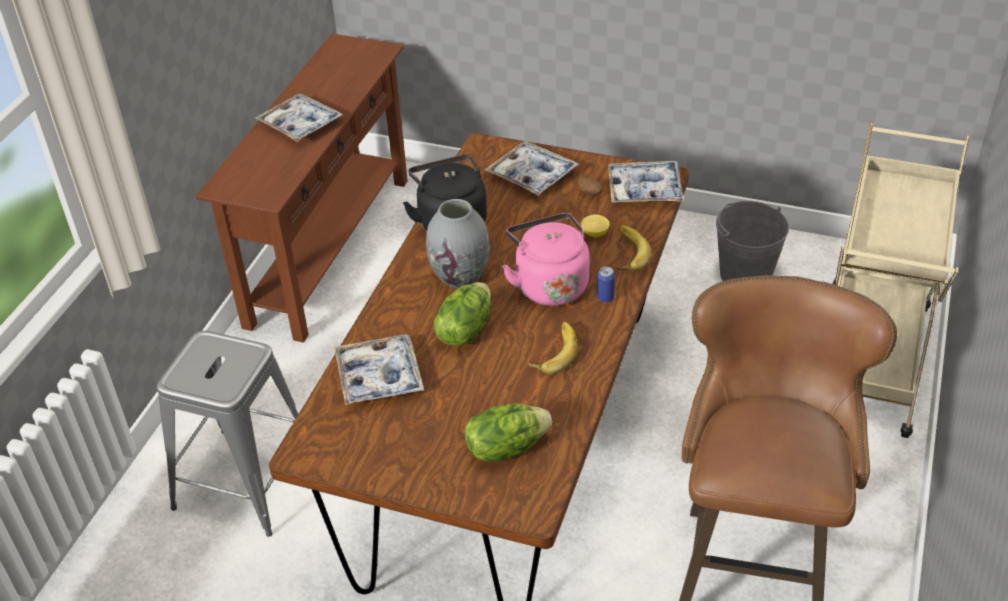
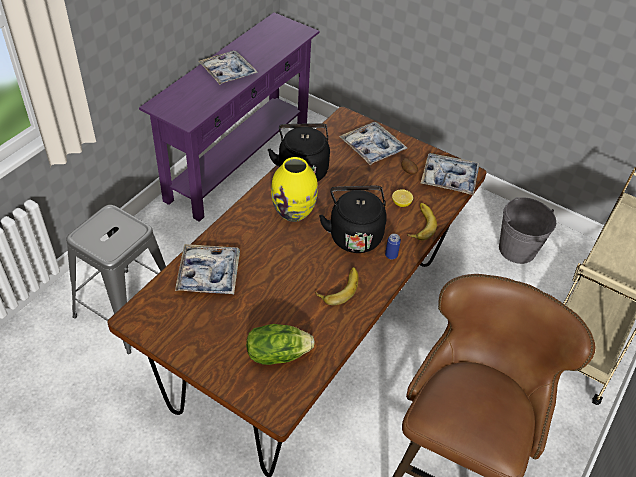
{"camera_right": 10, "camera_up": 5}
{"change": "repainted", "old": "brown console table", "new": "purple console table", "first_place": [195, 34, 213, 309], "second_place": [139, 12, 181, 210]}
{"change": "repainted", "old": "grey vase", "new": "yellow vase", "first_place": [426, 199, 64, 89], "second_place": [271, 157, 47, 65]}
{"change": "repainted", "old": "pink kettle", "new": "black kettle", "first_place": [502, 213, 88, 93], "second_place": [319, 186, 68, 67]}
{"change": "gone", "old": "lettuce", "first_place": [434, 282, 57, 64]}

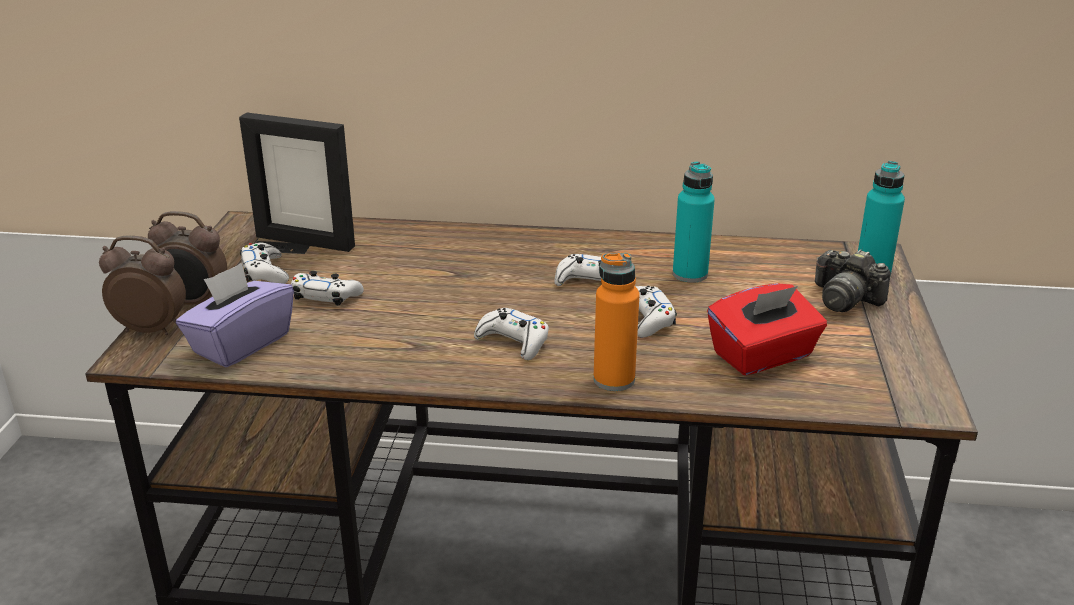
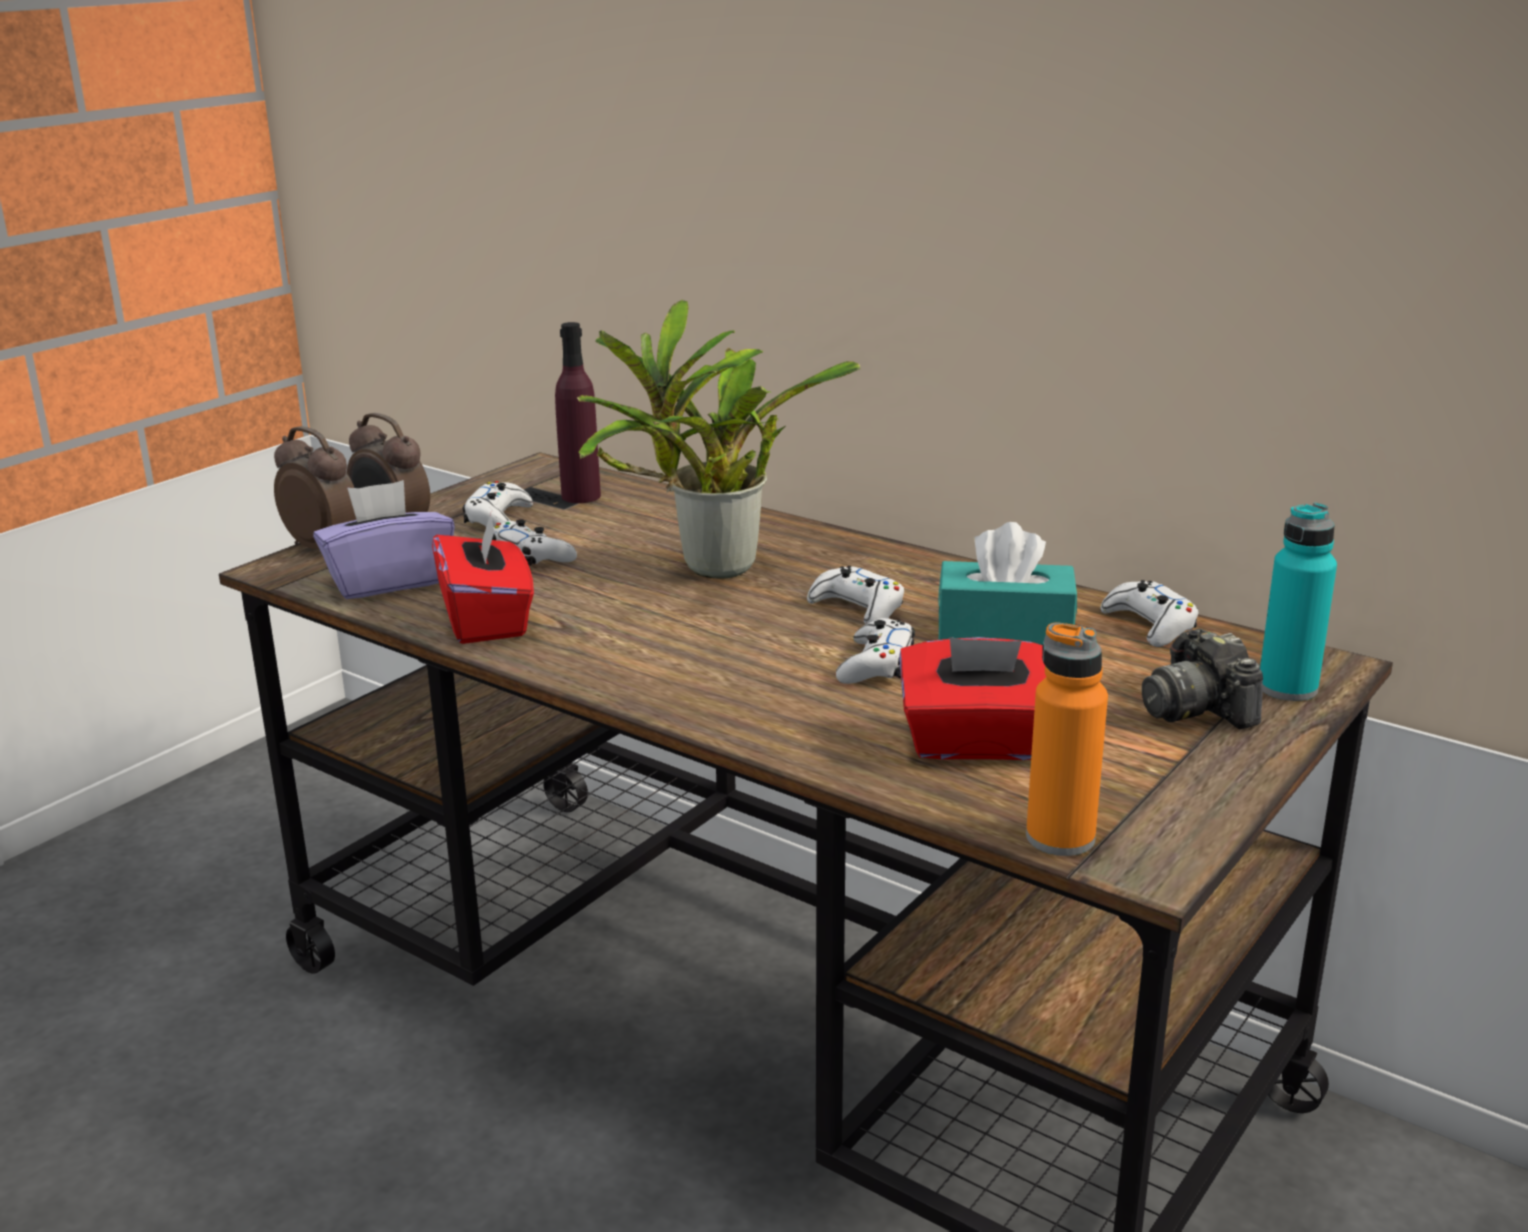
{"camera_right": 30, "camera_up": -5}
{"change": "new", "new": "red tissue box", "second_place": [432, 513, 102, 131]}
{"change": "swapped", "old": "picture frame", "new": "purple bottle", "first_place": [239, 113, 116, 139], "second_place": [555, 322, 46, 181]}
{"change": "new", "new": "potted plant", "second_place": [577, 299, 283, 280]}
{"change": "swapped", "old": "turquoise bottle", "new": "turquoise tissue box", "first_place": [673, 161, 42, 122], "second_place": [938, 522, 139, 123]}
{"change": "shifted", "old": "orange bottle", "first_place": [593, 252, 47, 139], "second_place": [1026, 623, 82, 233]}
{"change": "shifted", "old": "white game controller", "first_place": [474, 308, 75, 52], "second_place": [1100, 580, 98, 67]}

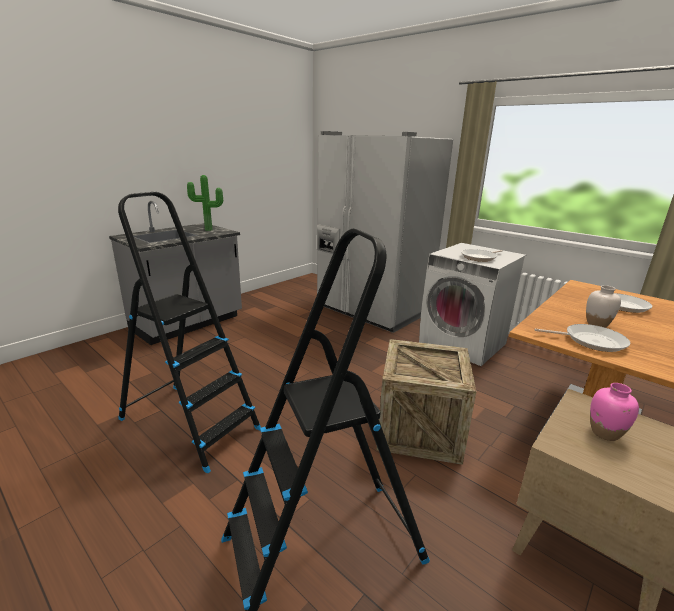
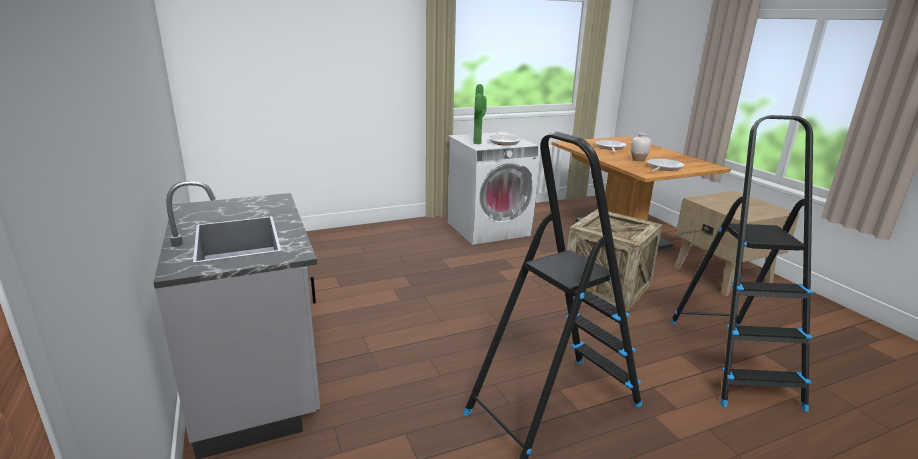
{"camera_right": -65, "camera_up": 0}
{"change": "shifted", "old": "potted plant", "first_place": [187, 175, 36, 56], "second_place": [473, 84, 14, 60]}
{"change": "gone", "old": "white fridge", "first_place": [317, 131, 136, 202]}
{"change": "gone", "old": "pink vase", "first_place": [590, 383, 49, 58]}

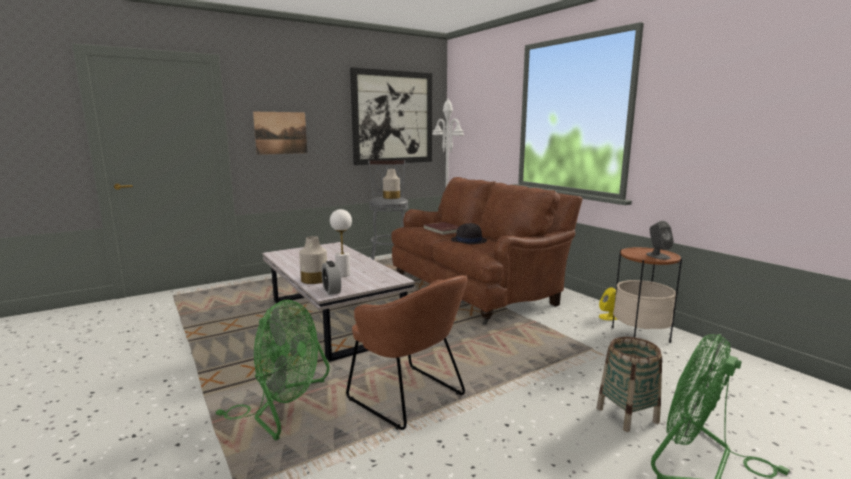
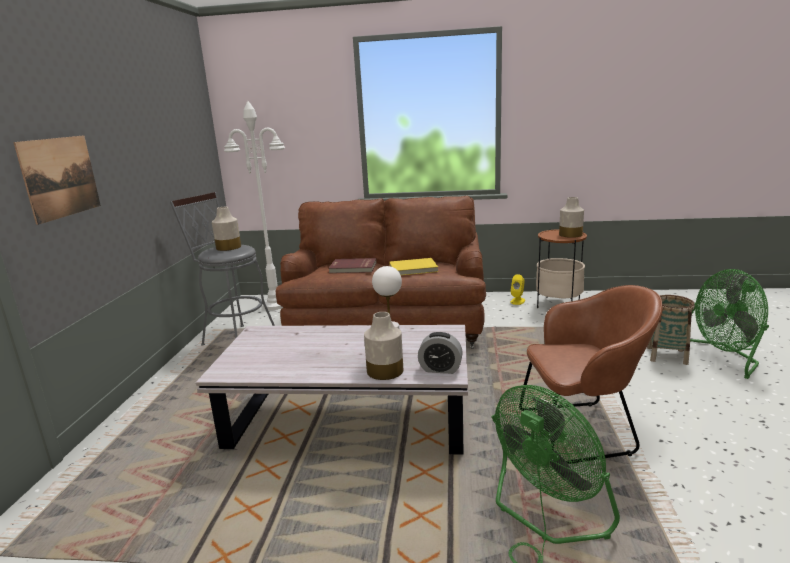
{"camera_right": -50, "camera_up": 5}
{"change": "swapped", "old": "black hat", "new": "yellow book", "first_place": [451, 223, 36, 21], "second_place": [389, 258, 49, 17]}
{"change": "swapped", "old": "grey speaker", "new": "beige vase", "first_place": [646, 221, 28, 39], "second_place": [559, 197, 25, 41]}
{"change": "gone", "old": "picture", "first_place": [350, 67, 82, 98]}

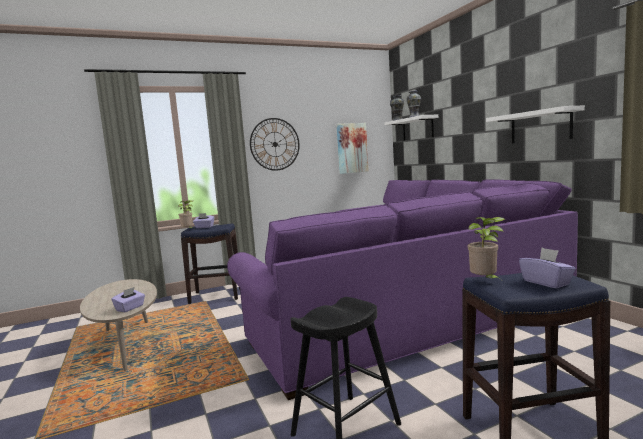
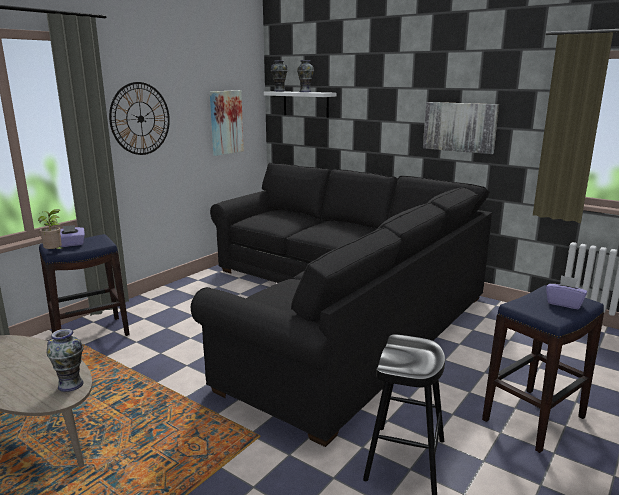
{"camera_right": -30, "camera_up": 10}
{"change": "swapped", "old": "purple tissue box", "new": "vase", "first_place": [111, 287, 34, 25], "second_place": [46, 329, 38, 63]}
{"change": "repainted", "old": "purple sofa", "new": "black sofa", "first_place": [227, 179, 351, 221], "second_place": [191, 163, 301, 284]}
{"change": "swapped", "old": "white shelf", "new": "picture", "first_place": [486, 106, 99, 37], "second_place": [423, 102, 76, 52]}
{"change": "gone", "old": "potted plant", "first_place": [468, 217, 38, 61]}

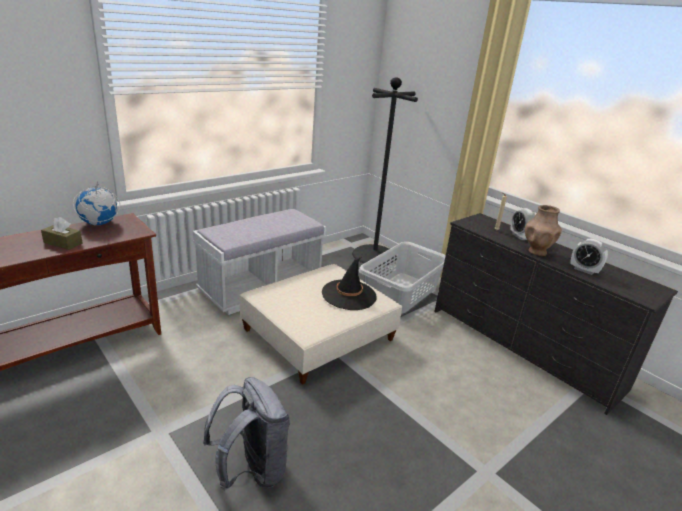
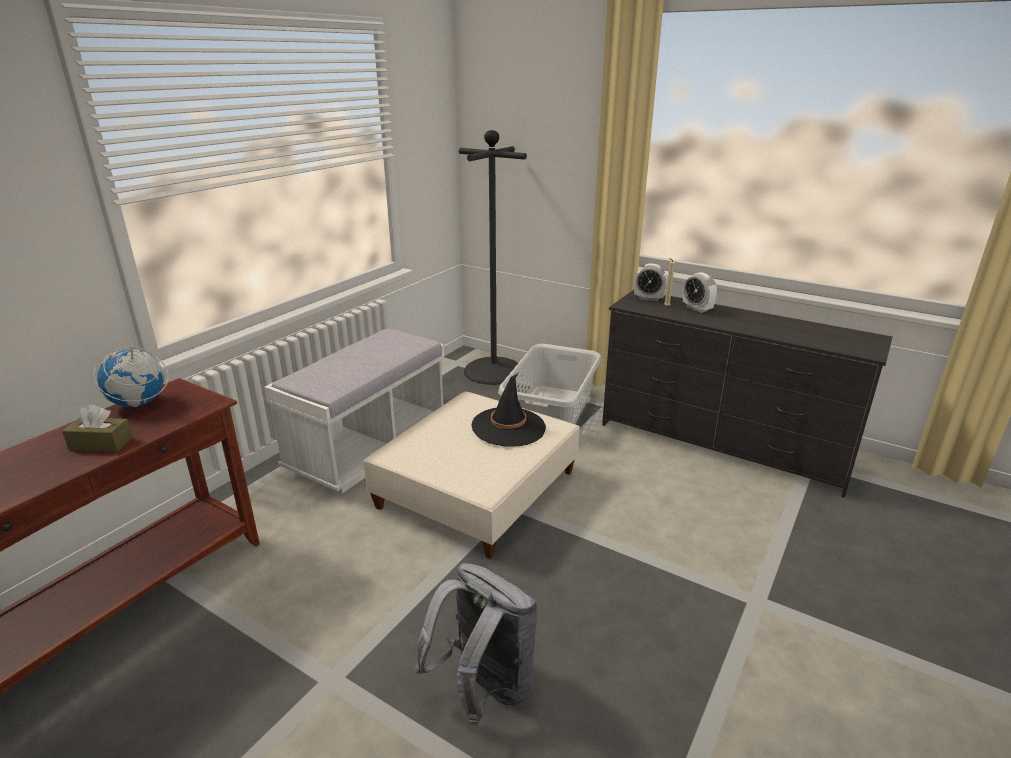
{"camera_right": -15, "camera_up": 0}
{"change": "shifted", "old": "alarm clock", "first_place": [570, 239, 38, 36], "second_place": [634, 263, 34, 38]}
{"change": "gone", "old": "brown vase", "first_place": [525, 205, 37, 51]}

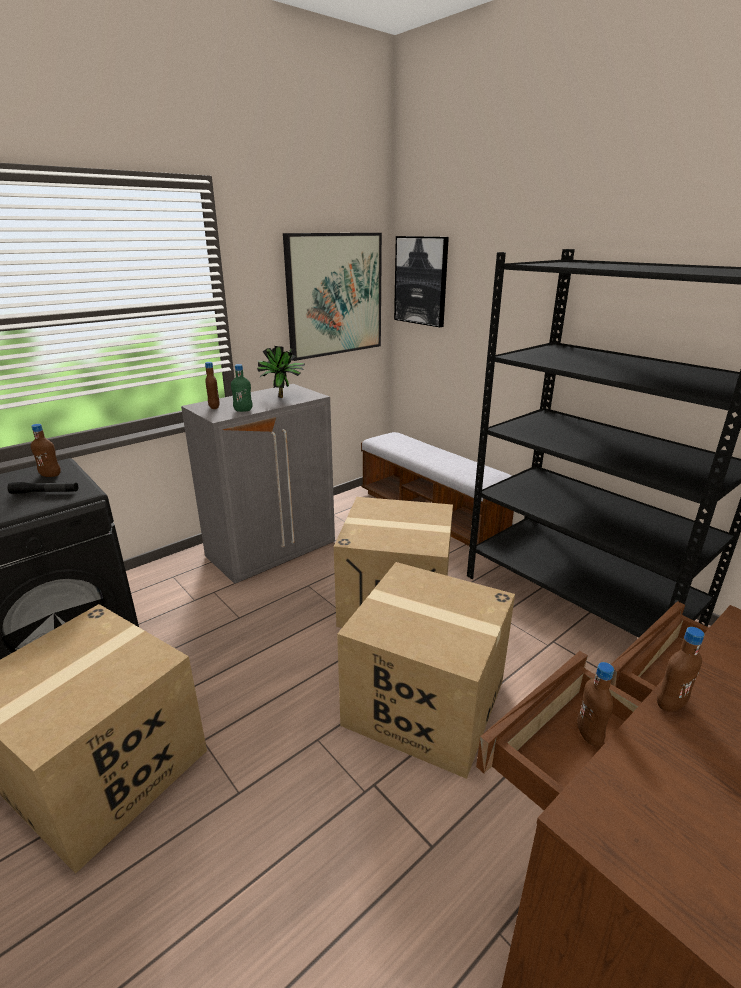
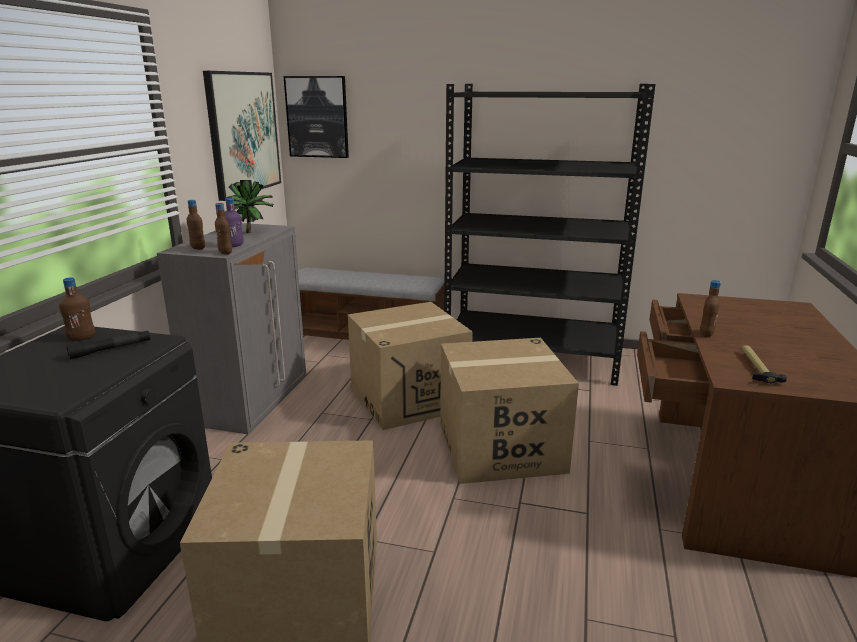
{"camera_right": -35, "camera_up": -5}
{"change": "shifted", "old": "brown bottle", "first_place": [577, 662, 37, 84], "second_place": [215, 203, 17, 52]}
{"change": "repainted", "old": "green bottle", "new": "purple bottle", "first_place": [231, 364, 22, 48], "second_place": [225, 198, 19, 49]}
{"change": "new", "new": "hammer", "second_place": [742, 346, 45, 37]}

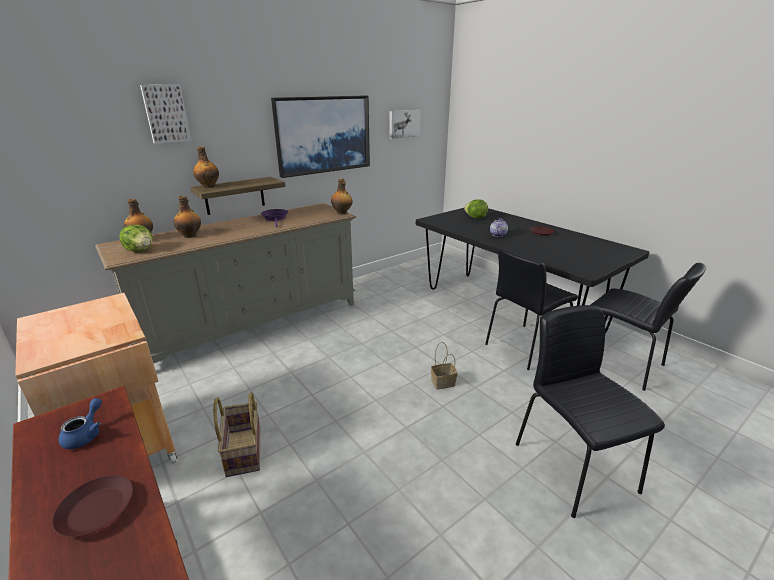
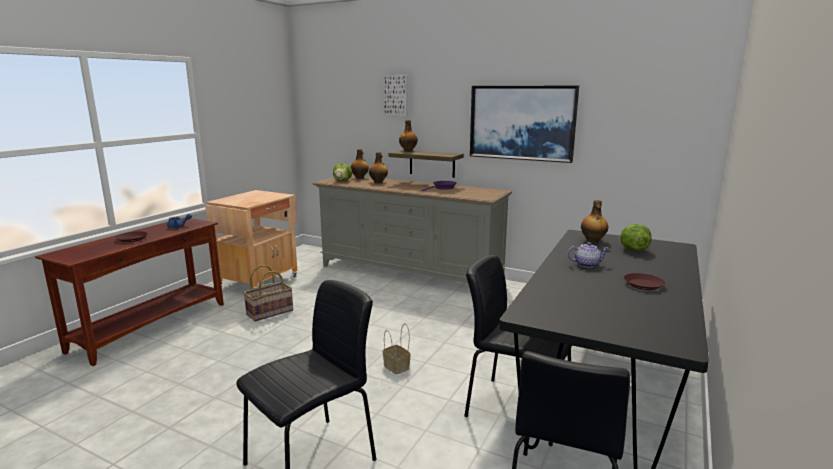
{"camera_right": 65, "camera_up": -10}
{"change": "shifted", "old": "bottle", "first_place": [331, 178, 22, 36], "second_place": [581, 200, 27, 43]}
{"change": "gone", "old": "picture", "first_place": [390, 110, 31, 29]}

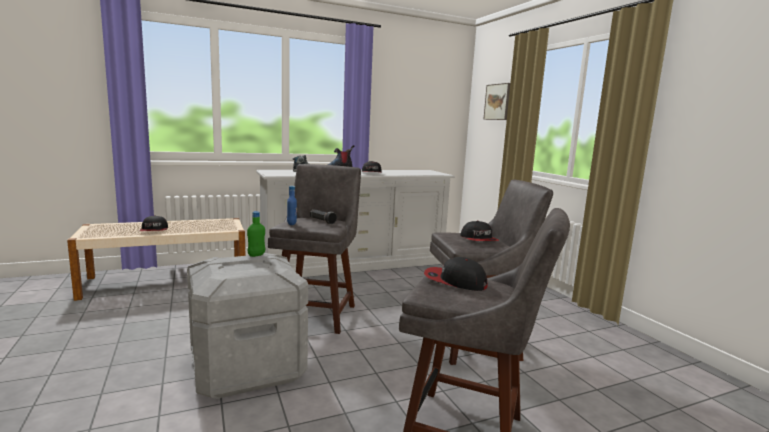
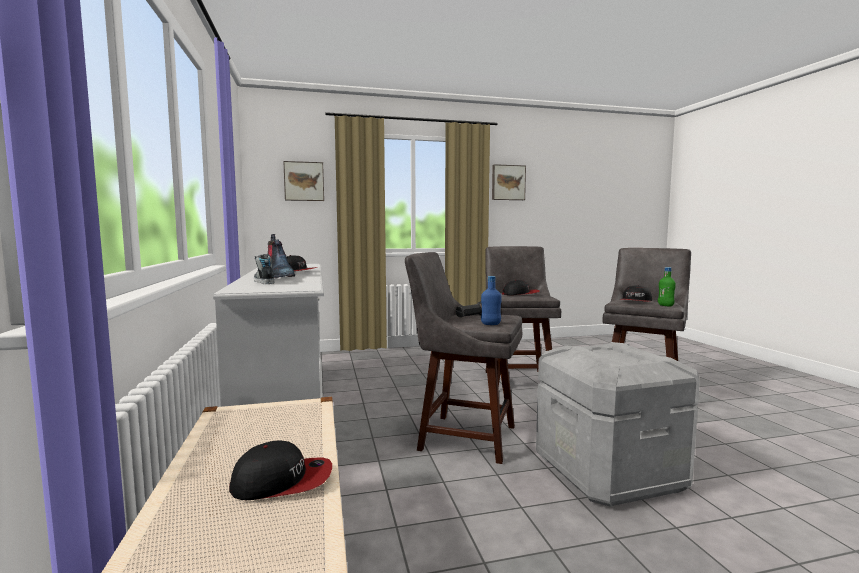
{"camera_right": -80, "camera_up": -5}
{"change": "new", "new": "picture", "second_place": [492, 164, 34, 36]}
{"change": "shifted", "old": "green bottle", "first_place": [247, 211, 18, 46], "second_place": [658, 267, 18, 40]}

